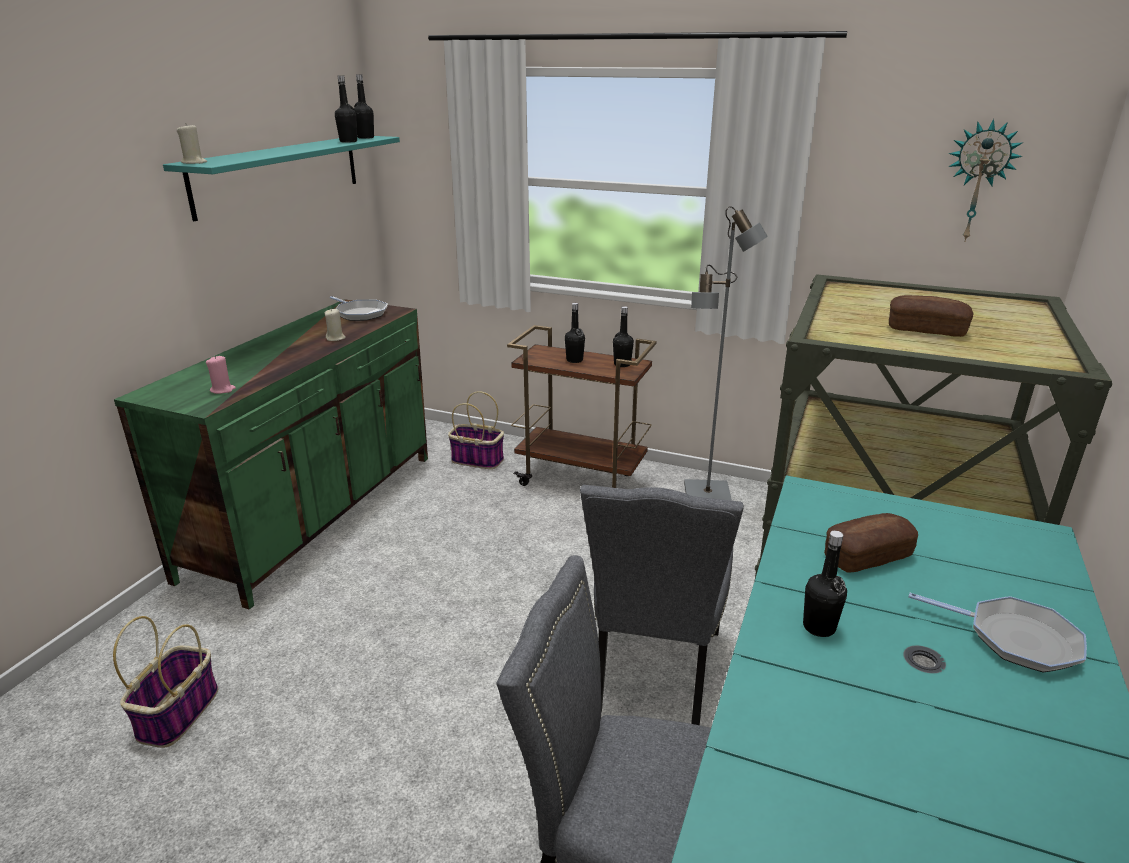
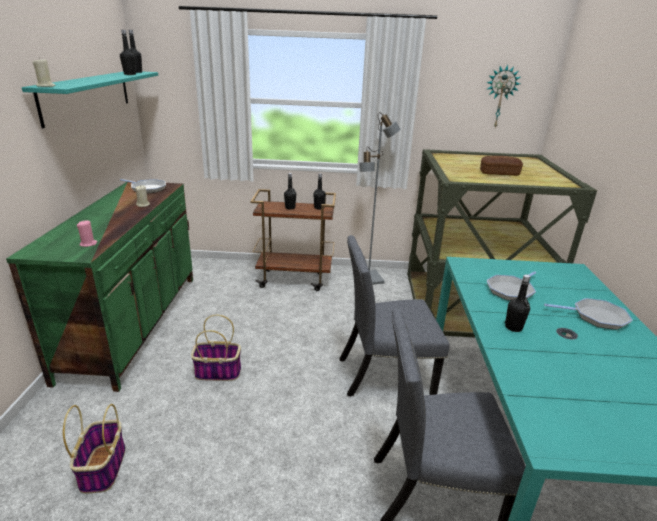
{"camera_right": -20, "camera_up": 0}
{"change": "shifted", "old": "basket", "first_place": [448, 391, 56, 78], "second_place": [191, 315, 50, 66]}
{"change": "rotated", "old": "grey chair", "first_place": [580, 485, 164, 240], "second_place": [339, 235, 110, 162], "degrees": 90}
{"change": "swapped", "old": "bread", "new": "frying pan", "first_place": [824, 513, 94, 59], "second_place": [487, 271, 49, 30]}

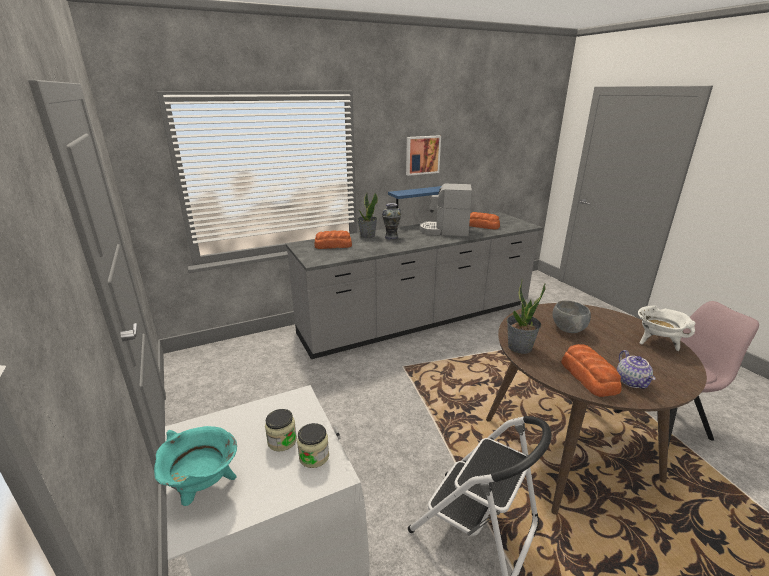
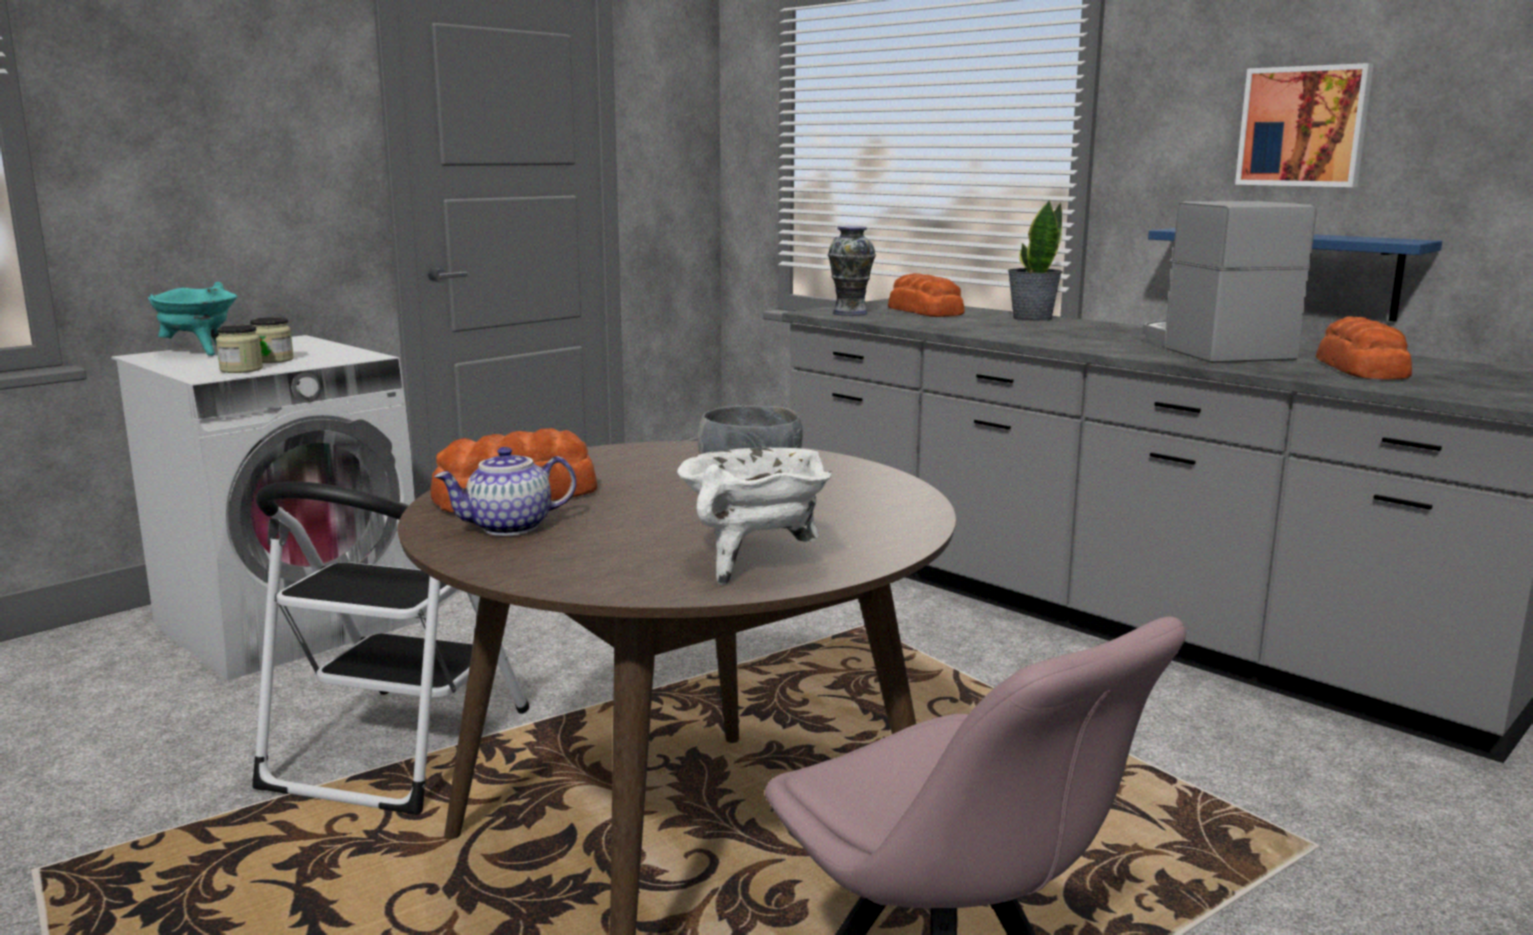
{"camera_right": 70, "camera_up": -10}
{"change": "shifted", "old": "vase", "first_place": [382, 203, 19, 37], "second_place": [828, 225, 48, 91]}
{"change": "gone", "old": "potted plant", "first_place": [507, 279, 39, 75]}

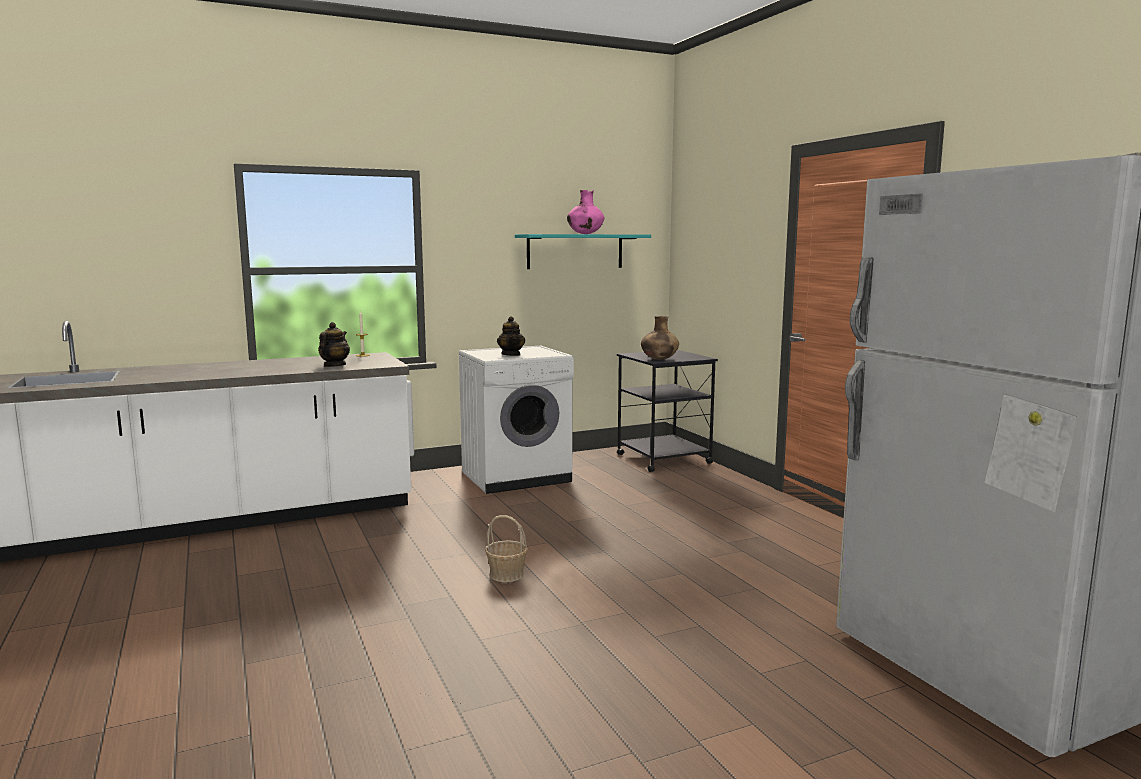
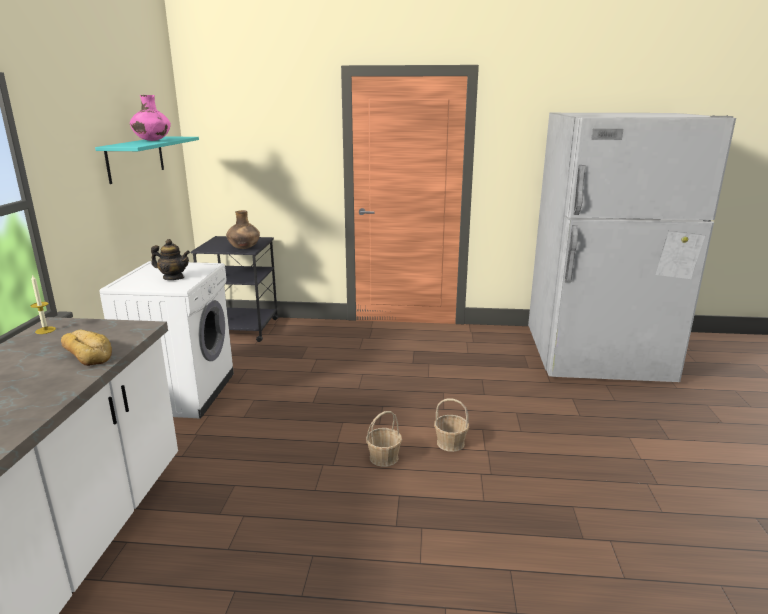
{"camera_right": -60, "camera_up": 10}
{"change": "swapped", "old": "teapot", "new": "bread", "first_place": [318, 322, 32, 45], "second_place": [61, 329, 51, 37]}
{"change": "new", "new": "basket", "second_place": [434, 398, 35, 54]}

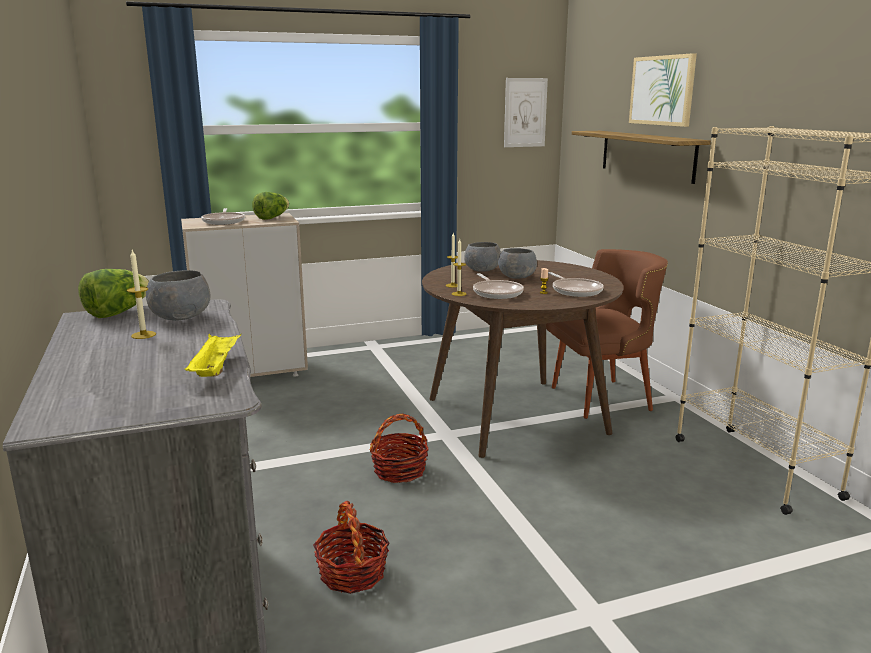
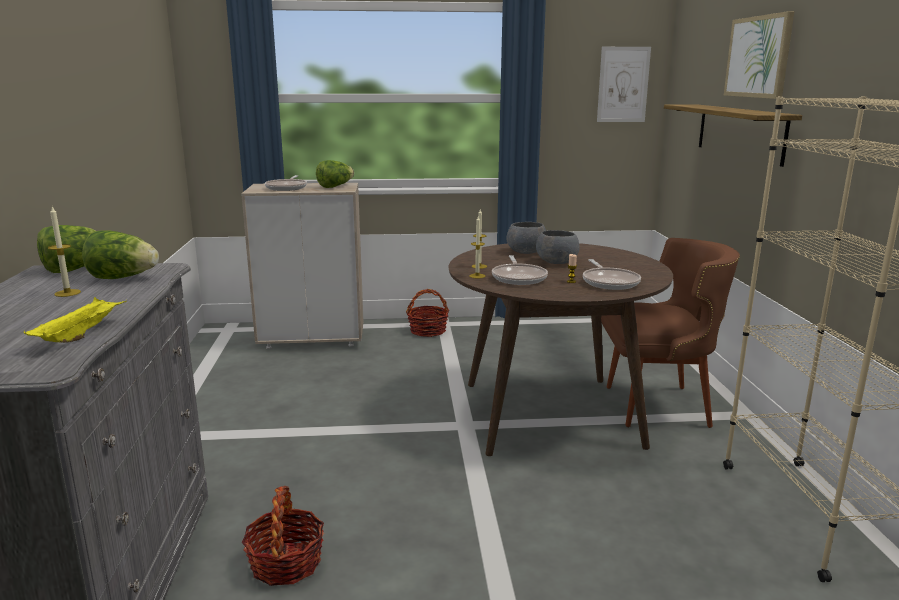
{"camera_right": 15, "camera_up": 0}
{"change": "swapped", "old": "grey bowl", "new": "lettuce", "first_place": [146, 270, 65, 51], "second_place": [82, 230, 77, 49]}
{"change": "shifted", "old": "basket", "first_place": [369, 414, 60, 69], "second_place": [406, 289, 43, 48]}

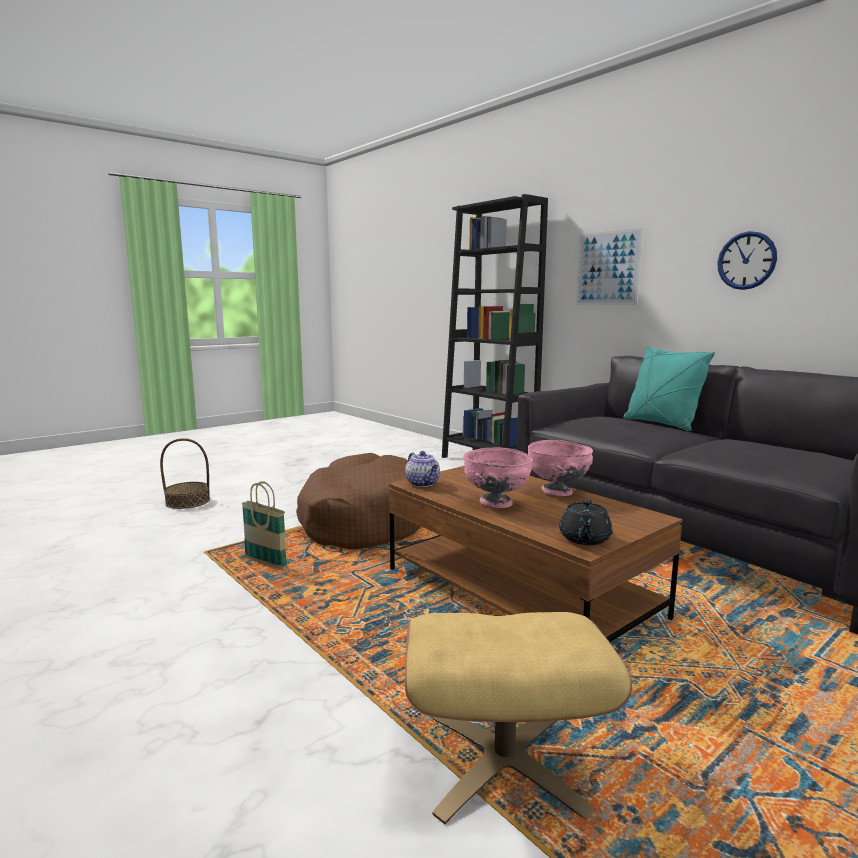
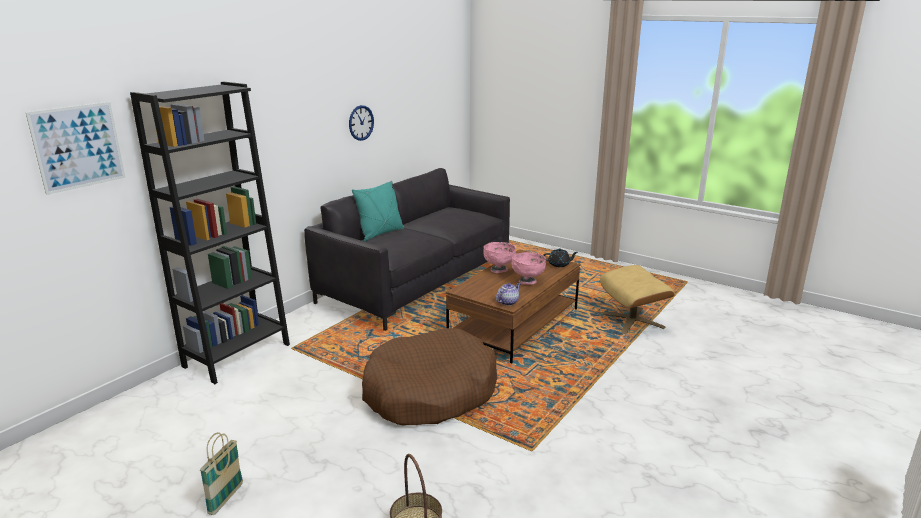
{"camera_right": -105, "camera_up": 10}
{"change": "shifted", "old": "picture", "first_place": [576, 228, 67, 77], "second_place": [25, 102, 100, 93]}
{"change": "shifted", "old": "basket", "first_place": [242, 481, 46, 89], "second_place": [200, 432, 43, 83]}

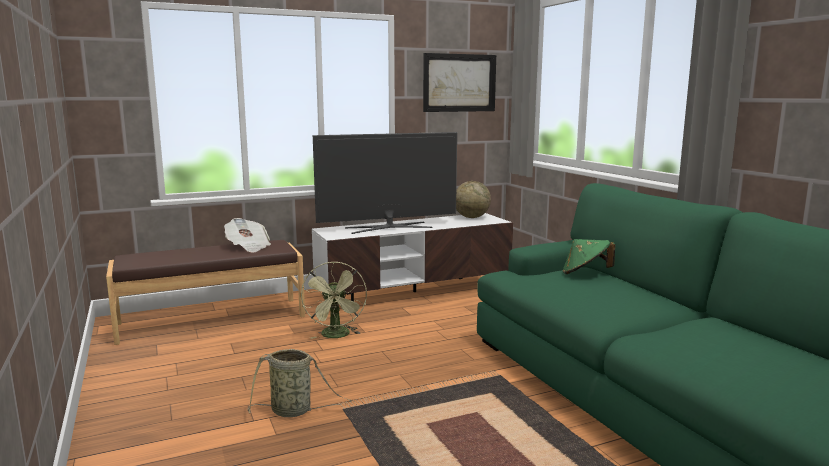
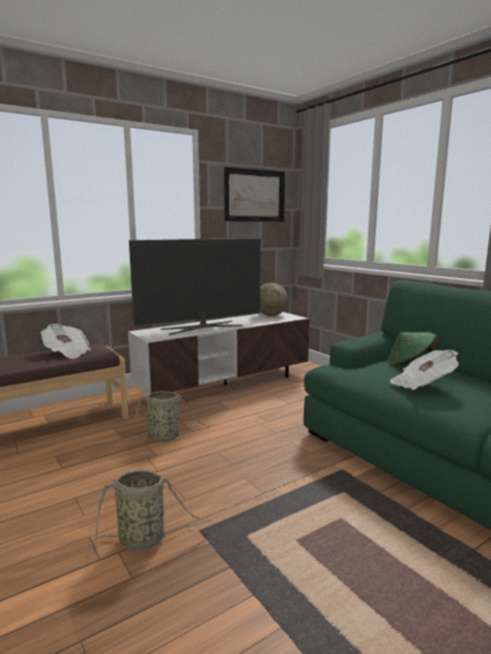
{"camera_right": -10, "camera_up": 0}
{"change": "swapped", "old": "green fan", "new": "basket", "first_place": [301, 261, 66, 78], "second_place": [131, 391, 79, 51]}
{"change": "new", "new": "newspaper", "second_place": [390, 350, 69, 40]}

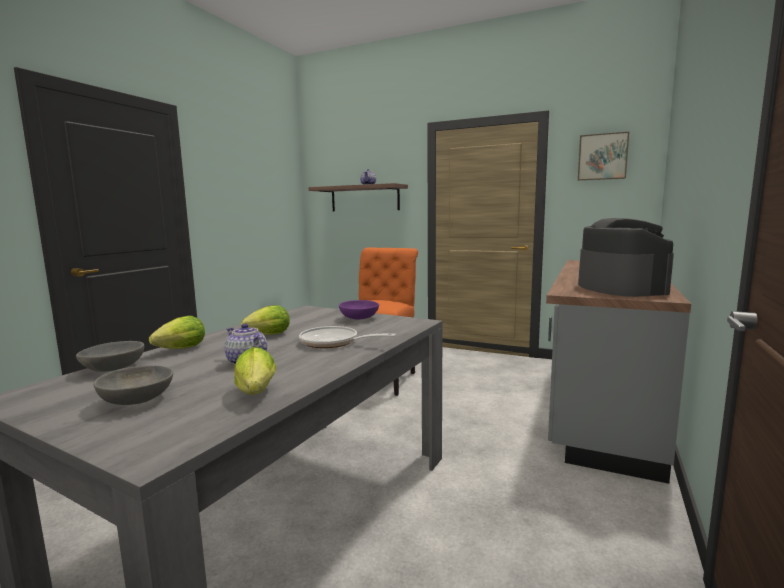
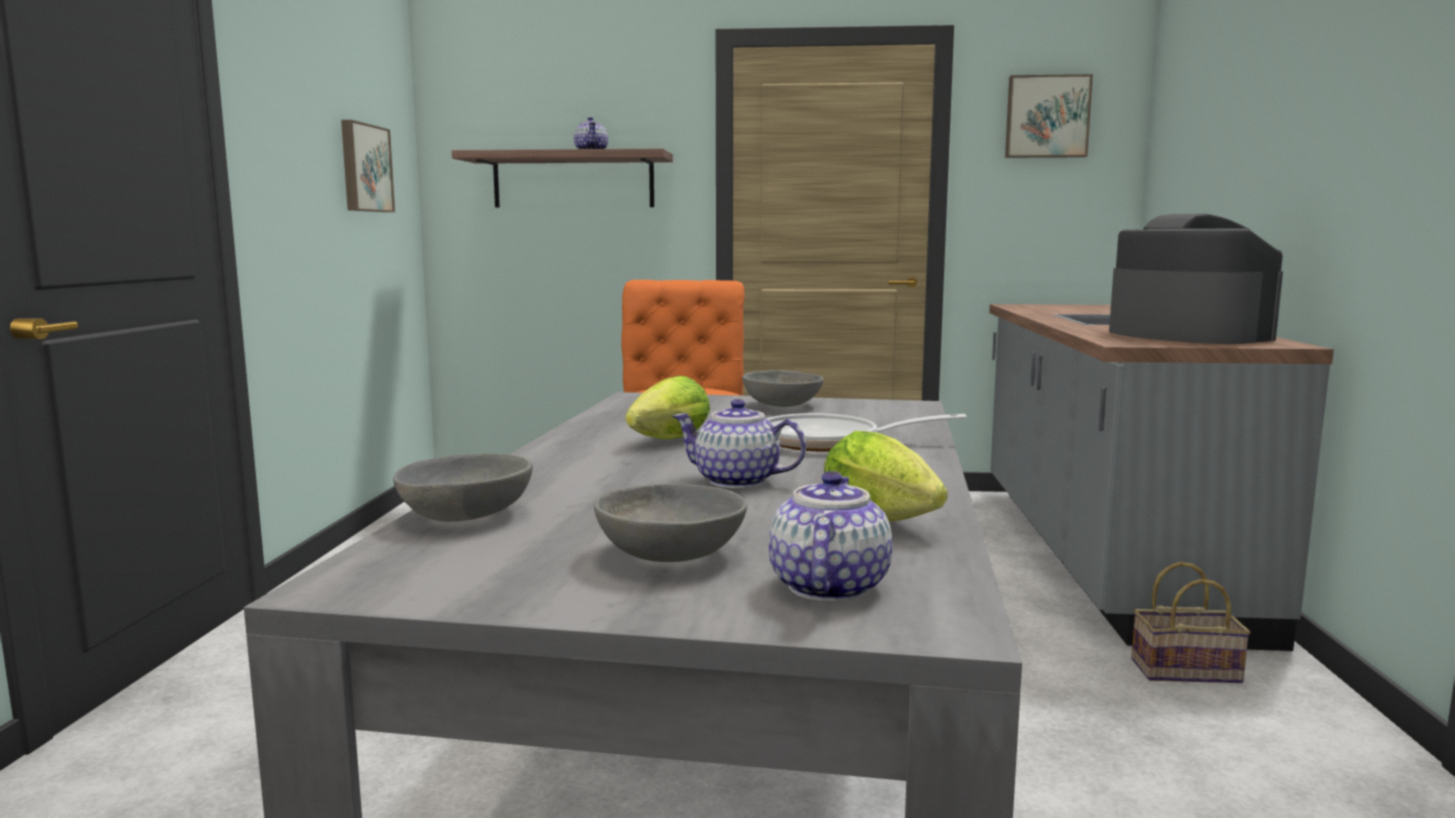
{"camera_right": -20, "camera_up": 0}
{"change": "new", "new": "picture", "second_place": [341, 120, 54, 92]}
{"change": "repainted", "old": "purple bowl", "new": "grey bowl", "first_place": [339, 300, 40, 19], "second_place": [742, 370, 81, 37]}
{"change": "new", "new": "teapot", "second_place": [769, 471, 123, 131]}
{"change": "new", "new": "basket", "second_place": [1131, 562, 120, 121]}
{"change": "gone", "old": "lettuce", "first_place": [149, 316, 56, 33]}

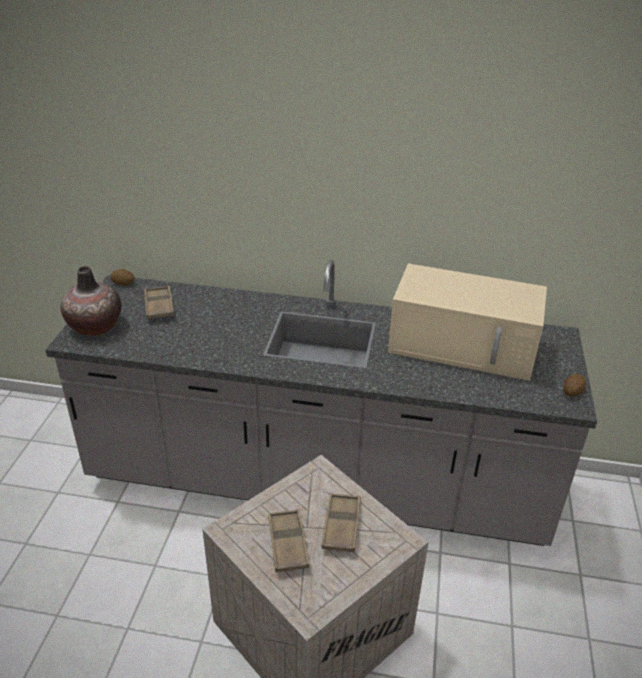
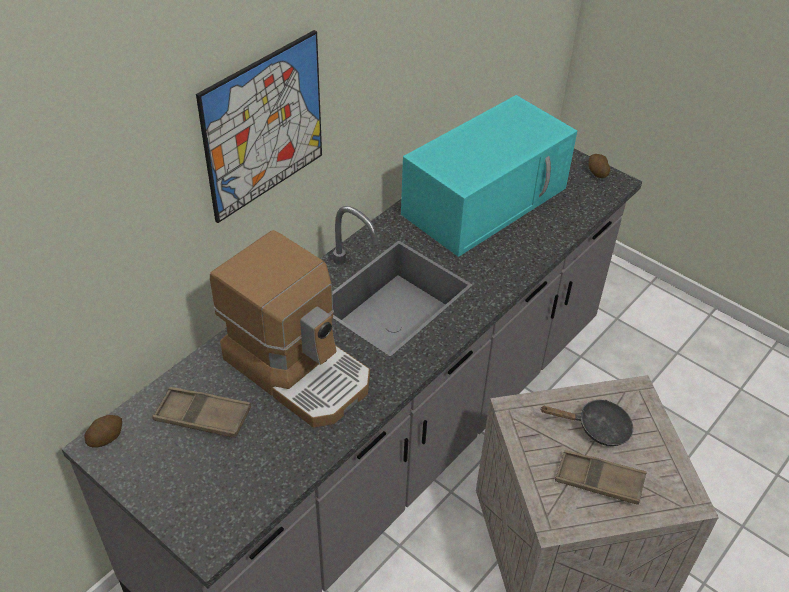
{"camera_right": -60, "camera_up": 10}
{"change": "new", "new": "picture", "second_place": [196, 30, 126, 193]}
{"change": "new", "new": "coffee machine", "second_place": [210, 230, 160, 197]}
{"change": "repainted", "old": "beige microwave", "new": "turquoise microwave", "first_place": [388, 263, 159, 118], "second_place": [401, 95, 176, 162]}
{"change": "swapped", "old": "brown tray", "new": "black frying pan", "first_place": [322, 493, 39, 59], "second_place": [540, 400, 93, 46]}
{"change": "gone", "old": "vase", "first_place": [60, 266, 61, 70]}

